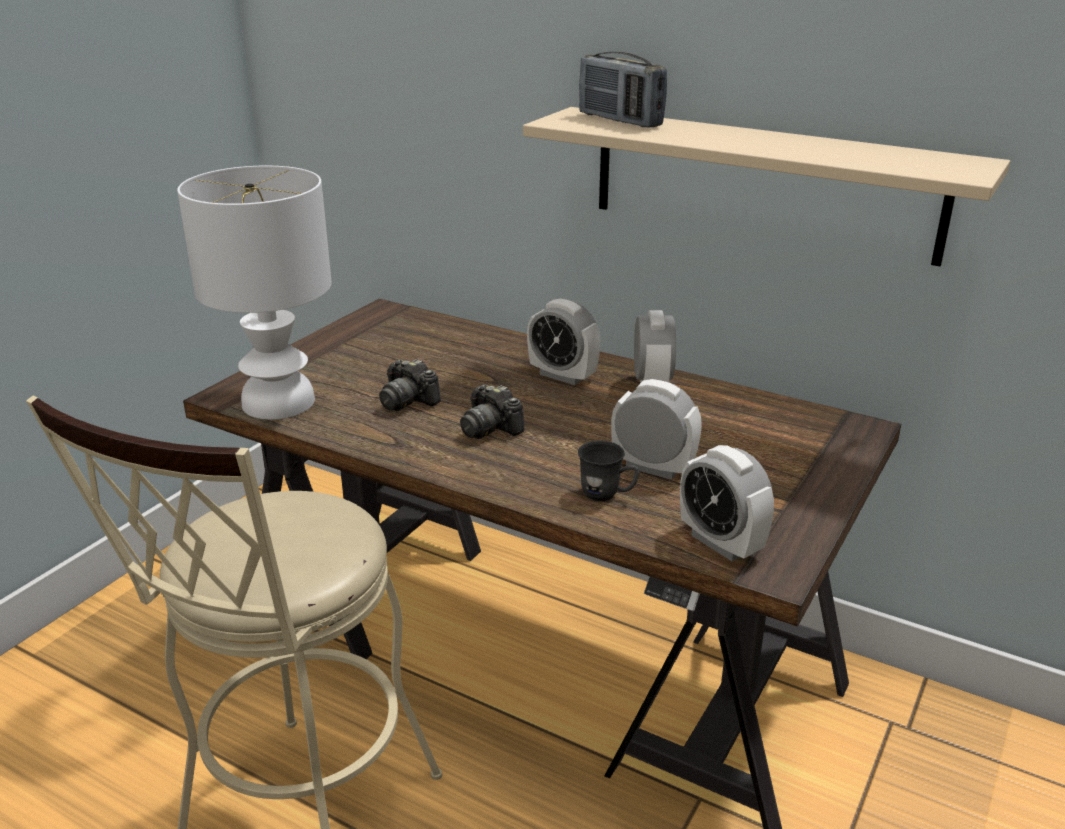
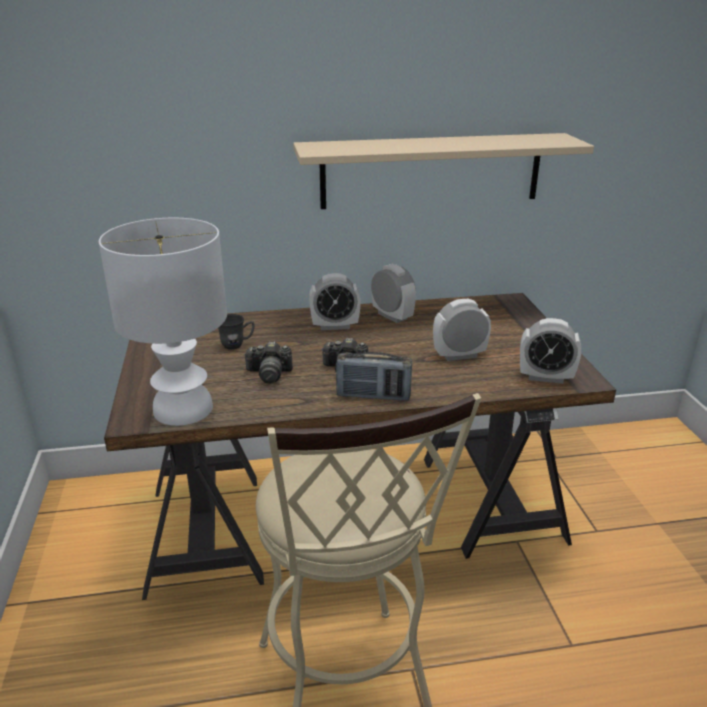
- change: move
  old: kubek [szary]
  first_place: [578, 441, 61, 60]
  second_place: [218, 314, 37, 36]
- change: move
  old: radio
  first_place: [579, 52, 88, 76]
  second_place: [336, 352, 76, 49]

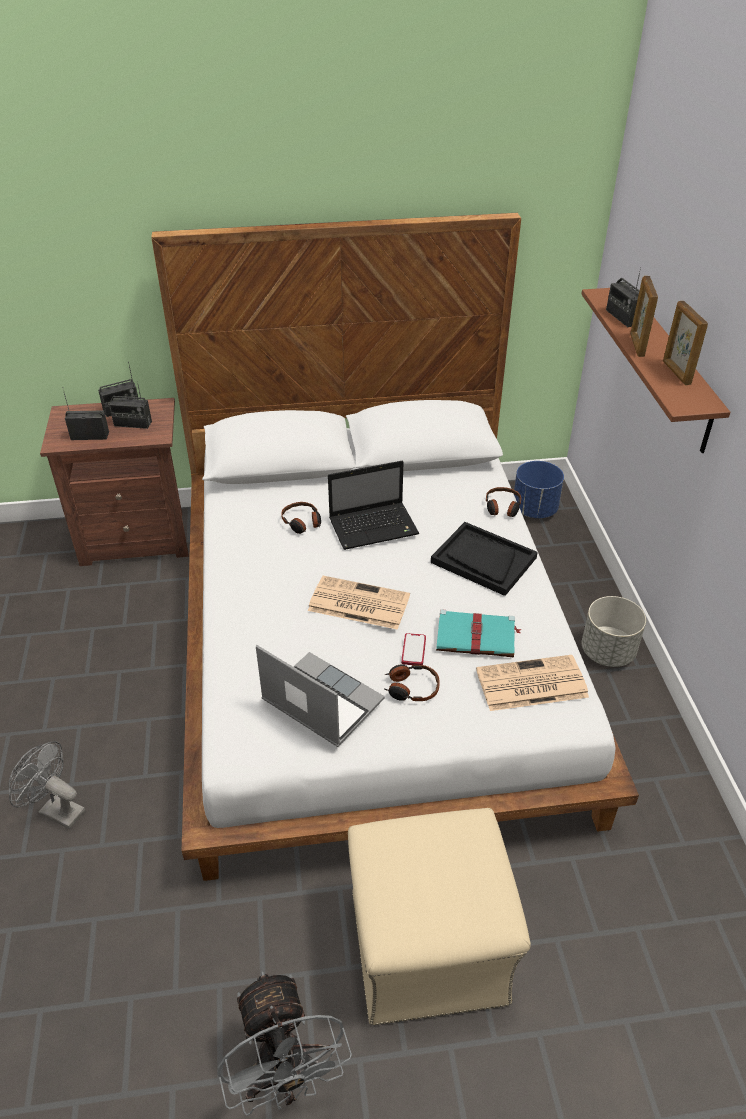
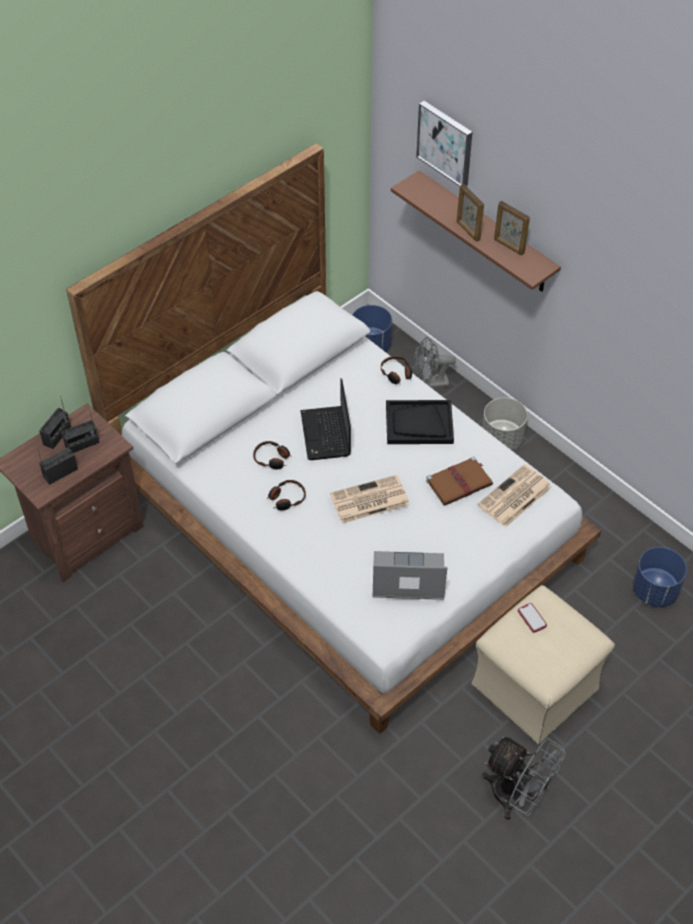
- change: move
  old: wentylator [szary]
  first_place: [8, 741, 77, 88]
  second_place: [414, 337, 42, 51]
- change: rotate
  old: laptop
  first_place: [328, 461, 91, 89]
  second_place: [300, 378, 51, 82]
  degrees: 135
- change: move
  old: słuchawki
  first_place: [385, 664, 55, 37]
  second_place: [267, 480, 39, 31]
- change: move
  old: telefon
  first_place: [401, 633, 25, 32]
  second_place: [518, 603, 29, 30]
- change: recolor
  old: książka [turkusowy]
  new: książka [brązowy]
  first_place: [436, 609, 85, 49]
  second_place: [426, 456, 67, 50]
- change: delete
  old: radio
  first_place: [606, 267, 35, 60]
- change: insert
  new: obraz
  second_place: [416, 101, 56, 85]
- change: insert
  new: donica [niebieski]
  second_place: [633, 547, 54, 60]

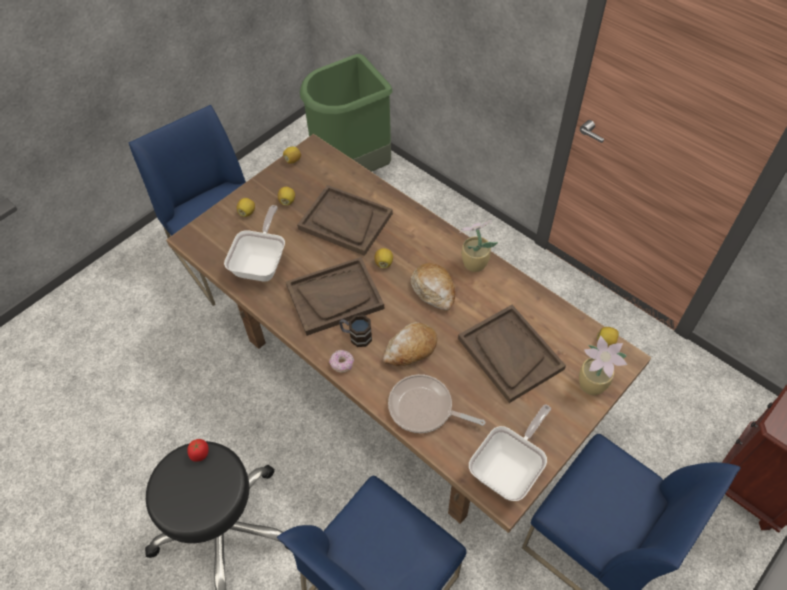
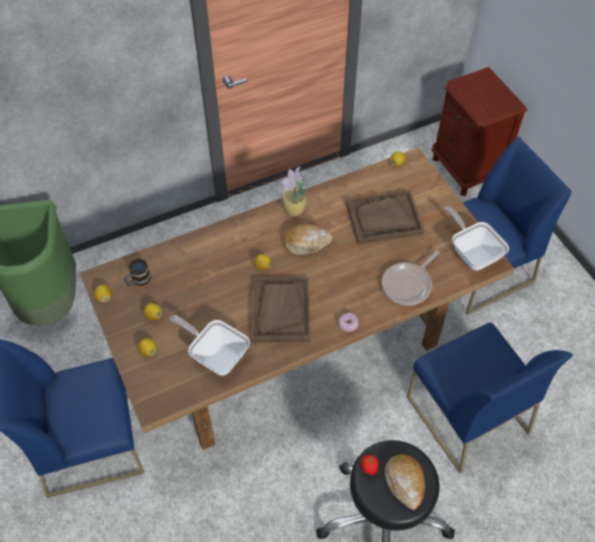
- change: delete
  old: taca [brązowy]
  first_place: [297, 185, 96, 71]
- change: move
  old: kubek
  first_place: [339, 315, 33, 32]
  second_place: [125, 258, 26, 29]
- change: move
  old: chleb
  first_place: [383, 322, 55, 44]
  second_place: [385, 454, 40, 56]
- change: delete
  old: roślina doniczkowa
  first_place: [579, 336, 49, 59]

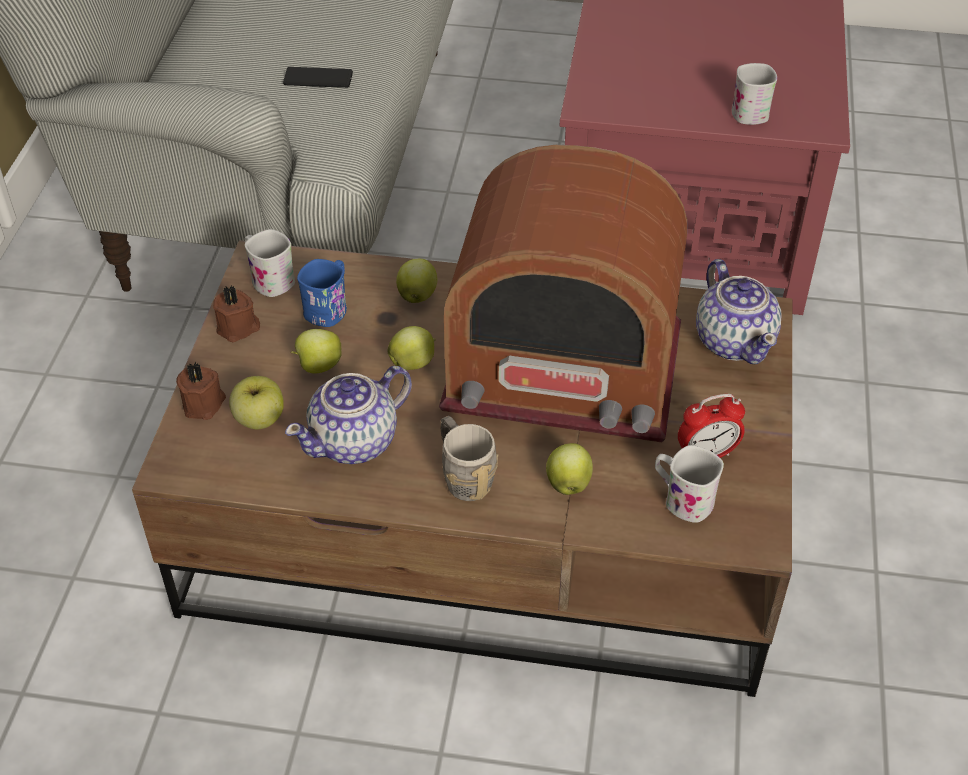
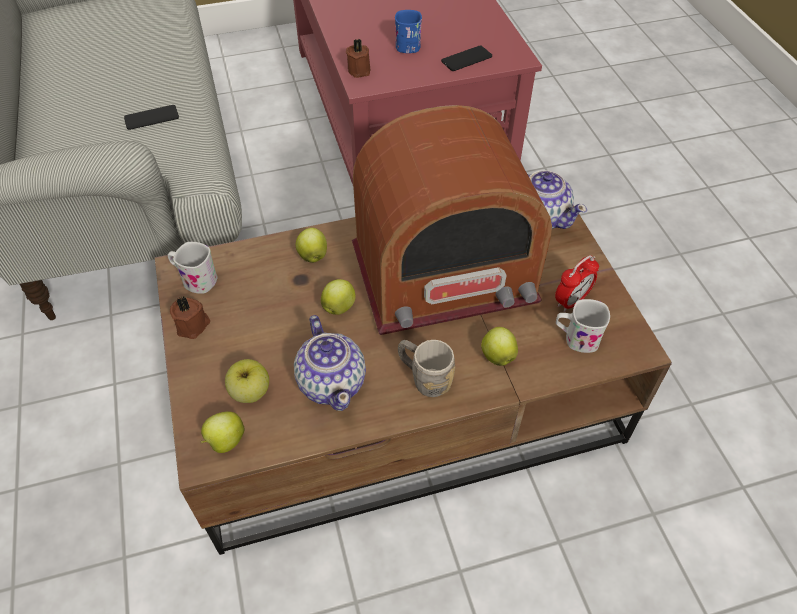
- change: move
  old: świeca [brązowy]
  first_place: [176, 362, 50, 58]
  second_place: [346, 39, 24, 39]
- change: rotate
  old: imbryk
  first_place: [285, 366, 127, 98]
  second_place: [294, 315, 72, 96]
  degrees: -45
- change: move
  old: jabłko
  first_place: [291, 329, 51, 44]
  second_place: [201, 411, 44, 42]
- change: move
  old: kubek [niebieski]
  first_place: [297, 259, 50, 68]
  second_place: [395, 10, 27, 43]
- change: replace
  old: kubek [biały]
  new: telefon
  first_place: [732, 63, 45, 62]
  second_place: [441, 45, 51, 26]

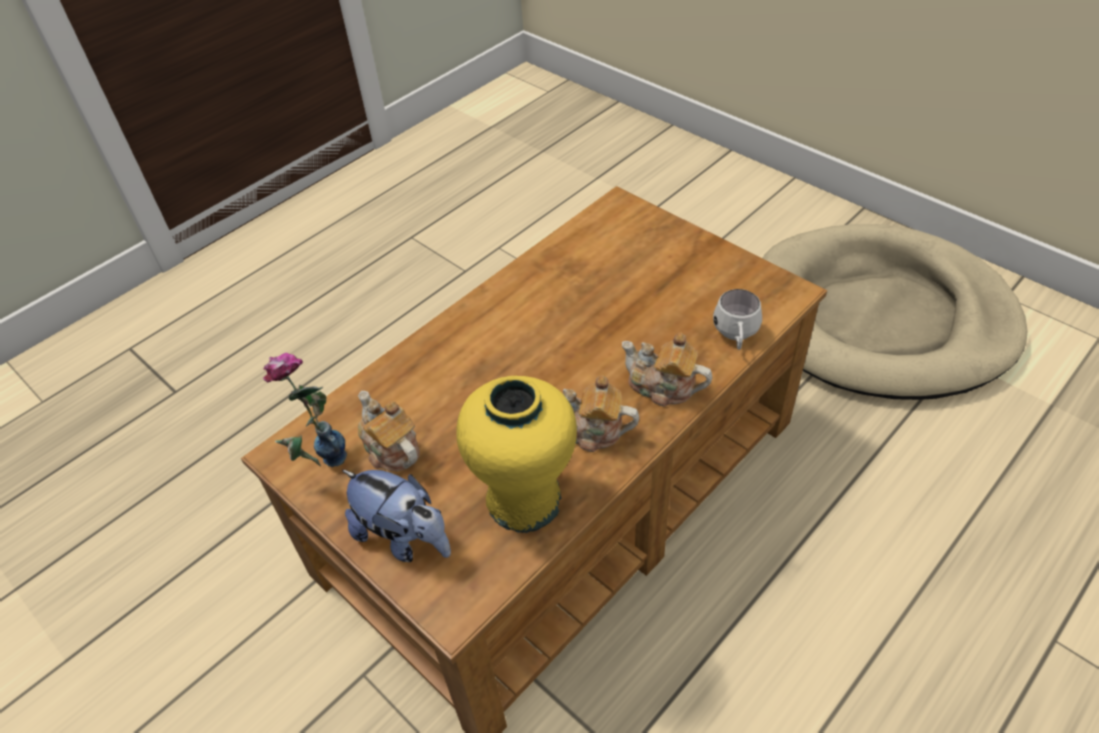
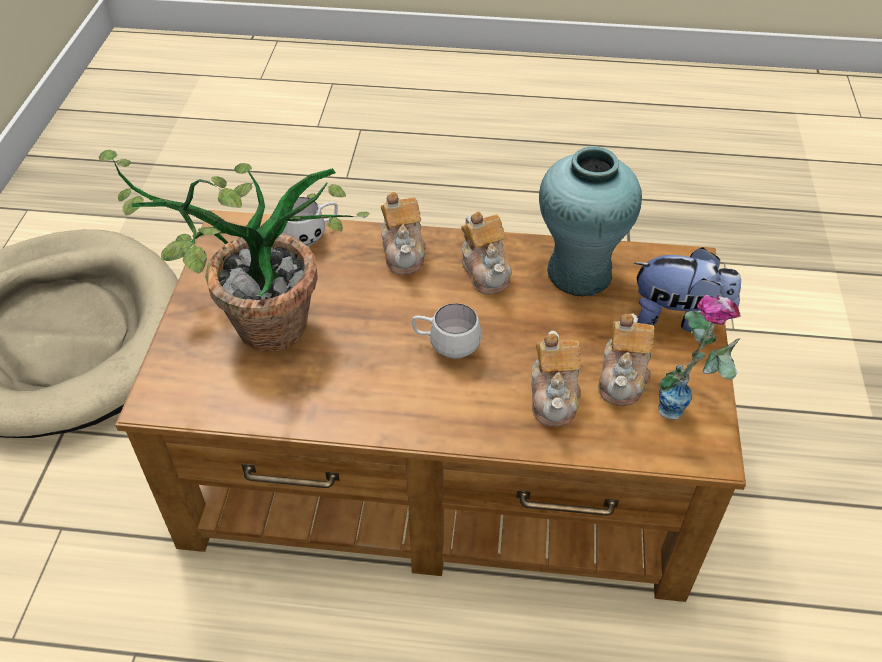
- change: rotate
  old: pluszak
  first_place: [342, 470, 109, 92]
  second_place: [634, 247, 107, 85]
  degrees: 105
- change: recolor
  old: wazon [żółty]
  new: wazon [turkusowy]
  first_place: [456, 376, 121, 157]
  second_place: [539, 146, 103, 151]
- change: insert
  new: roślina doniczkowa
  second_place: [99, 150, 271, 202]
- change: insert
  new: kubek [biały]
  second_place: [411, 303, 71, 56]
- change: insert
  new: imbryk
  second_place: [531, 331, 50, 96]

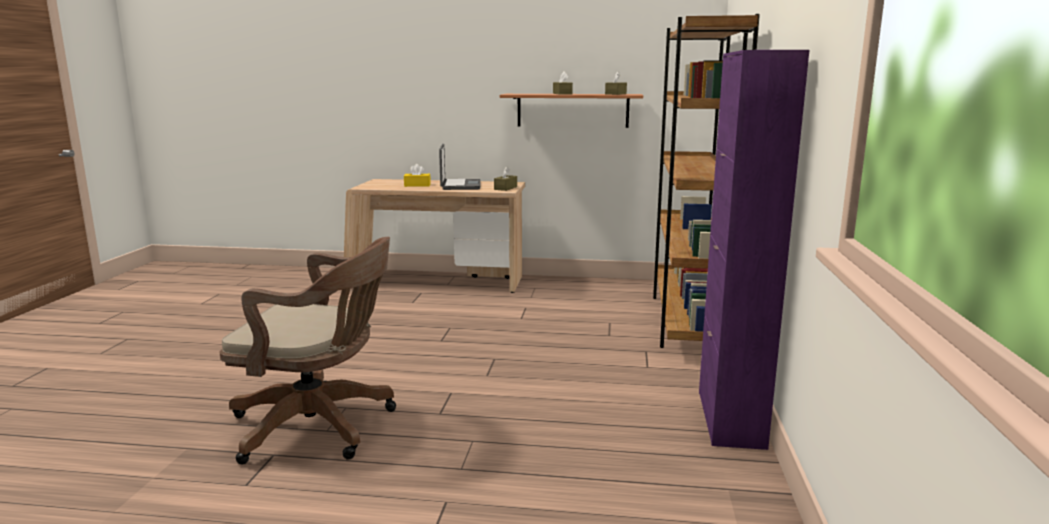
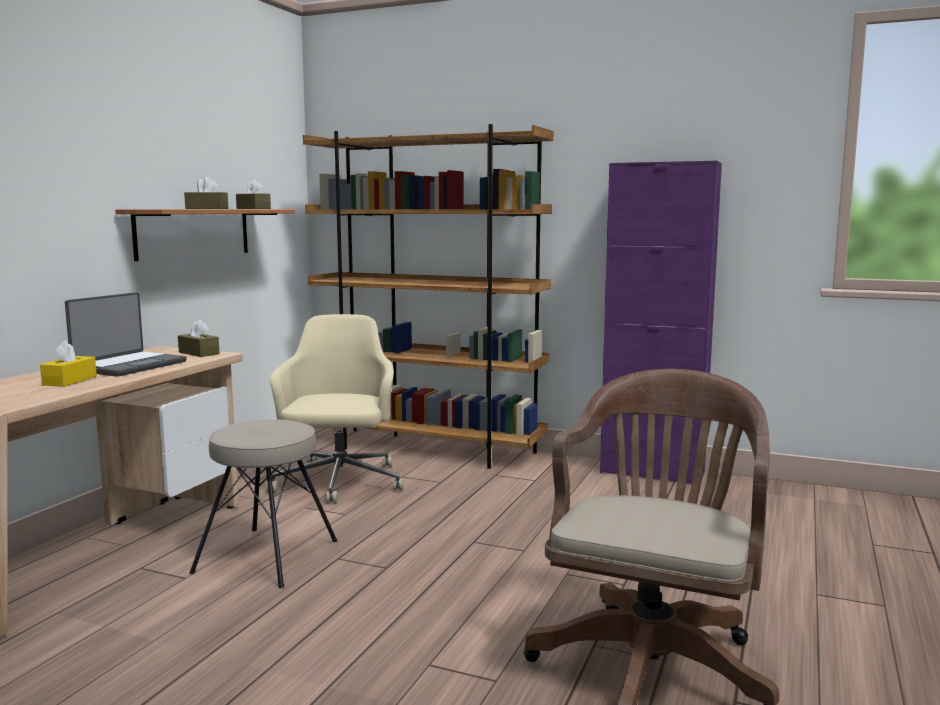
- change: rotate
  old: laptop
  first_place: [439, 144, 42, 46]
  second_place: [65, 292, 122, 85]
  degrees: 105
- change: insert
  new: stołek [beżowy]
  second_place: [190, 419, 147, 169]
- change: insert
  new: krzesło biurowe [beżowy]
  second_place: [266, 314, 137, 189]

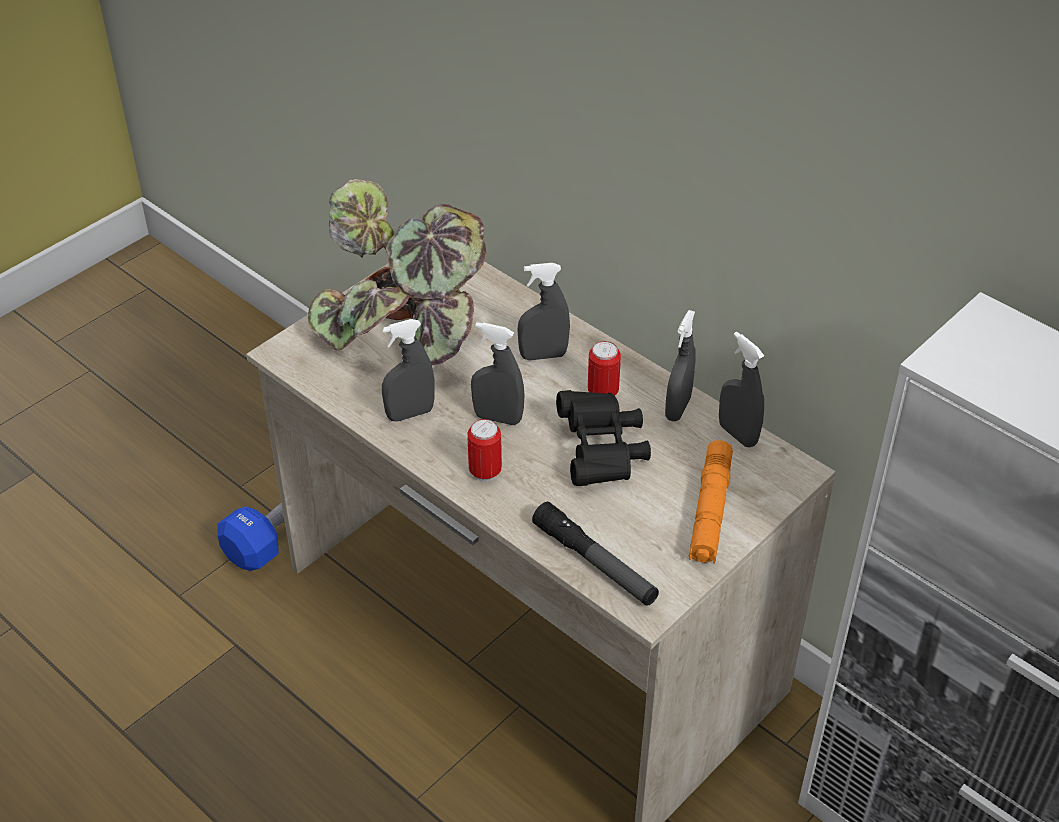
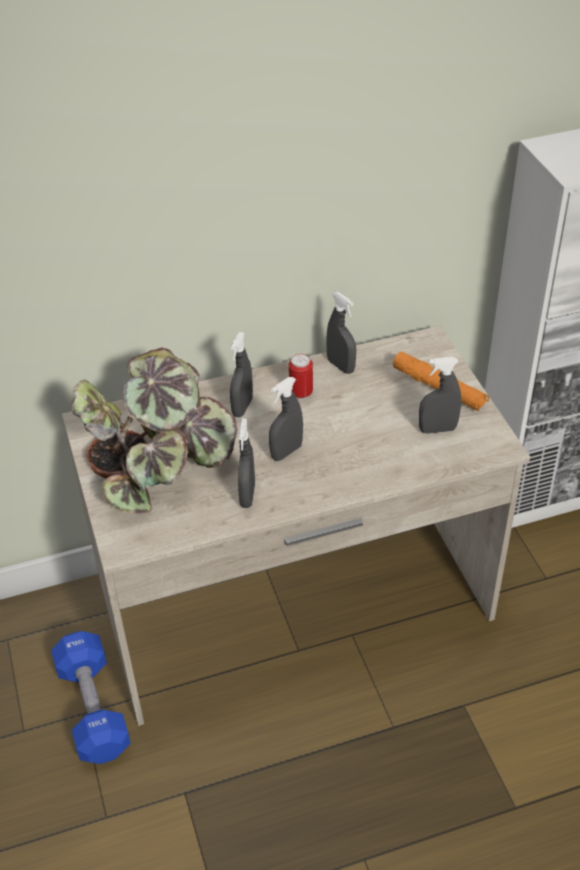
- change: delete
  old: puszka
  first_place: [468, 419, 34, 62]
- change: delete
  old: latarka
  first_place: [532, 502, 127, 104]
- change: delete
  old: lornetka [czarny]
  first_place: [556, 390, 95, 96]
- change: move
  old: spryskiwacz [szary]
  first_place: [719, 331, 45, 117]
  second_place: [419, 357, 42, 77]

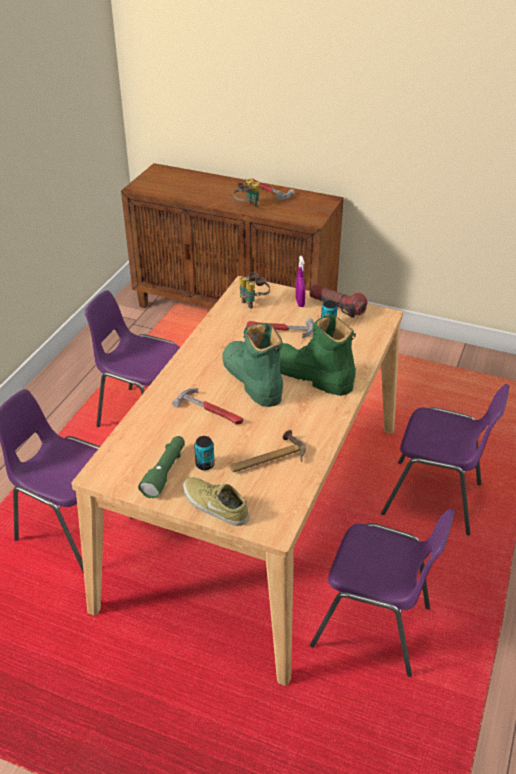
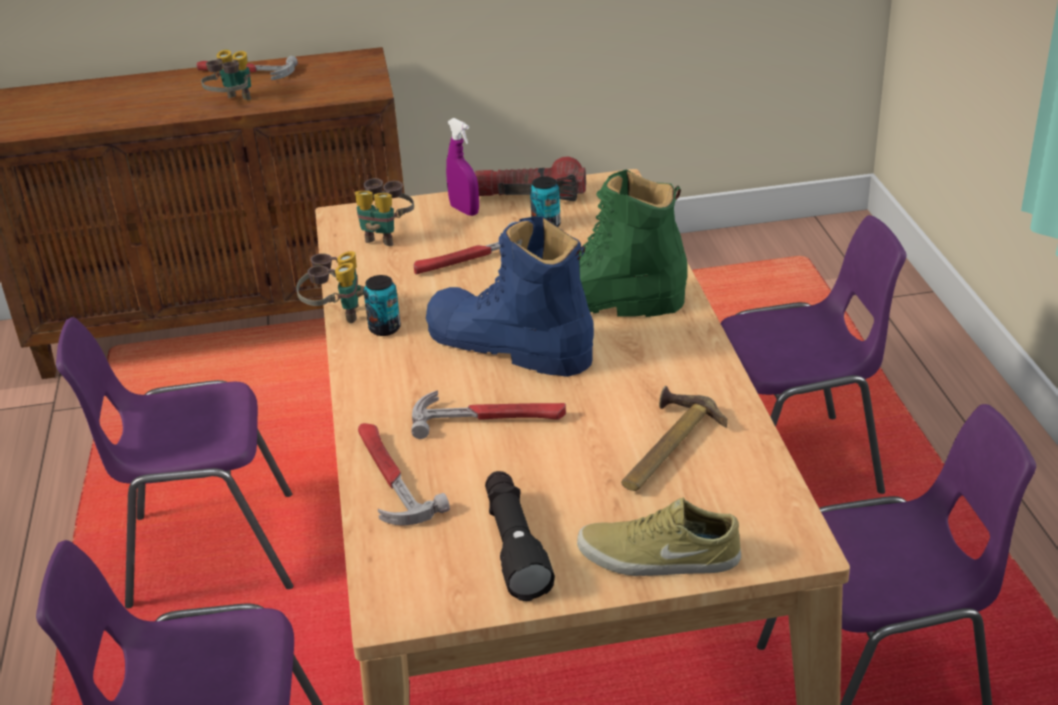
- change: recolor
  old: latarka [zielony]
  new: latarka [czarny]
  first_place: [138, 436, 47, 62]
  second_place: [485, 471, 70, 130]
- change: move
  old: puszka
  first_place: [194, 436, 21, 34]
  second_place: [363, 275, 38, 61]
- change: recolor
  old: but z cholewką [zielony]
  new: but z cholewką [niebieski]
  first_place: [222, 323, 61, 84]
  second_place: [426, 216, 168, 161]
- change: insert
  new: lornetka
  second_place: [296, 251, 68, 72]
- change: insert
  new: młotek
  second_place: [358, 423, 92, 102]

